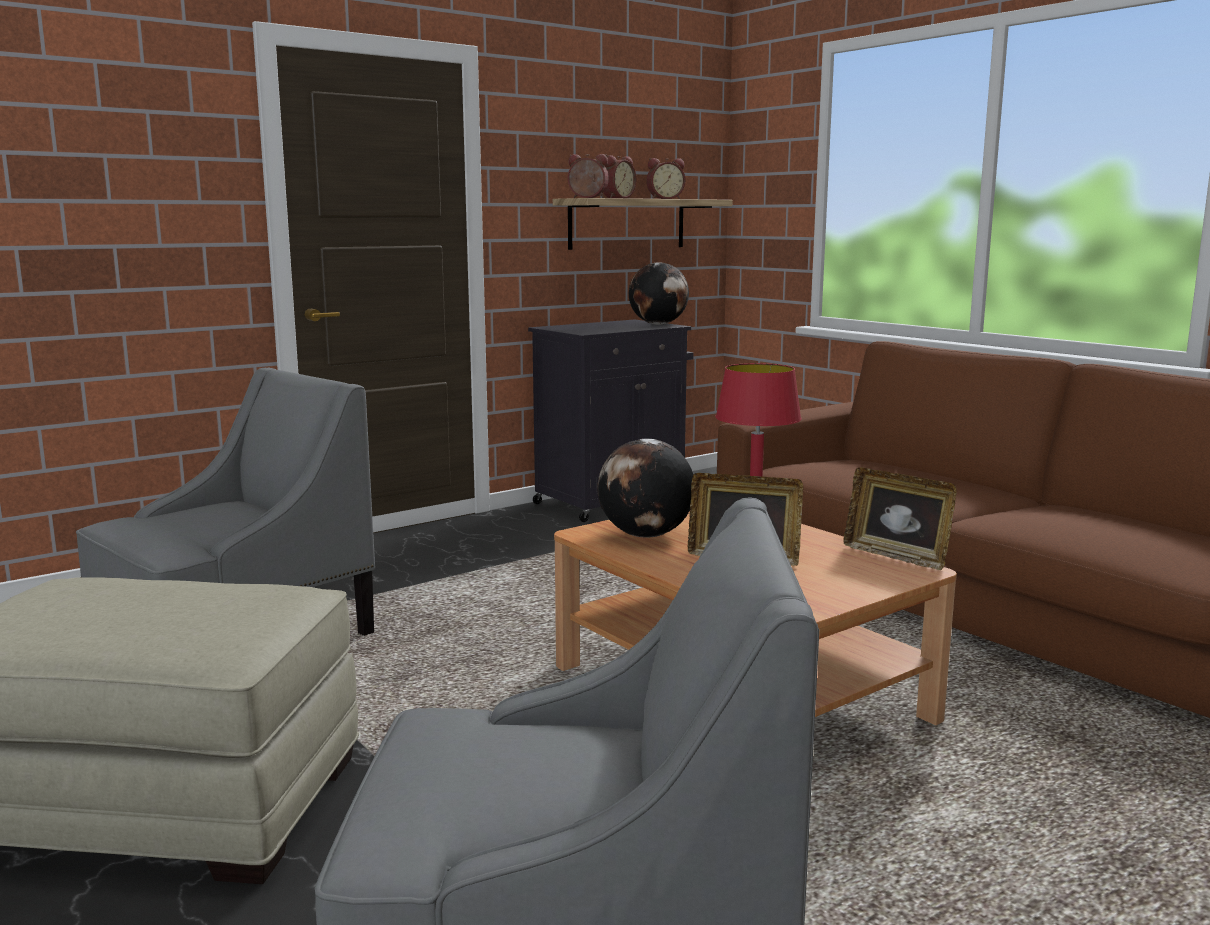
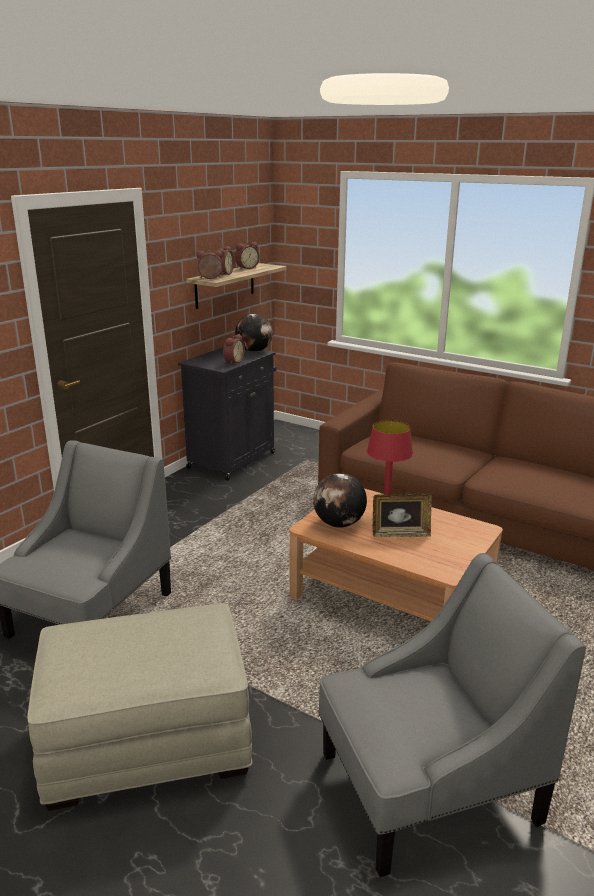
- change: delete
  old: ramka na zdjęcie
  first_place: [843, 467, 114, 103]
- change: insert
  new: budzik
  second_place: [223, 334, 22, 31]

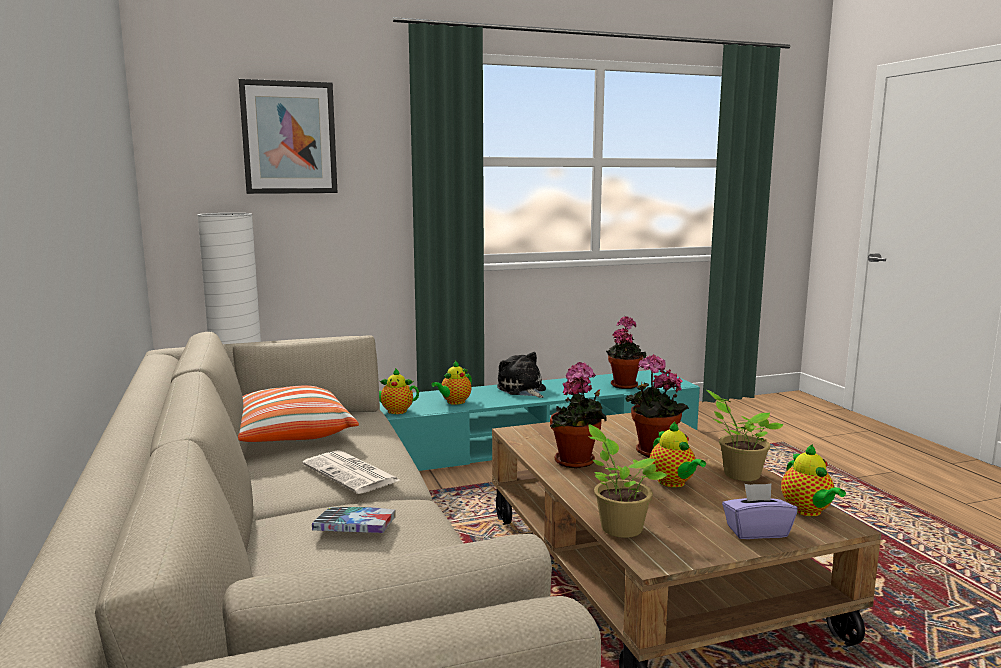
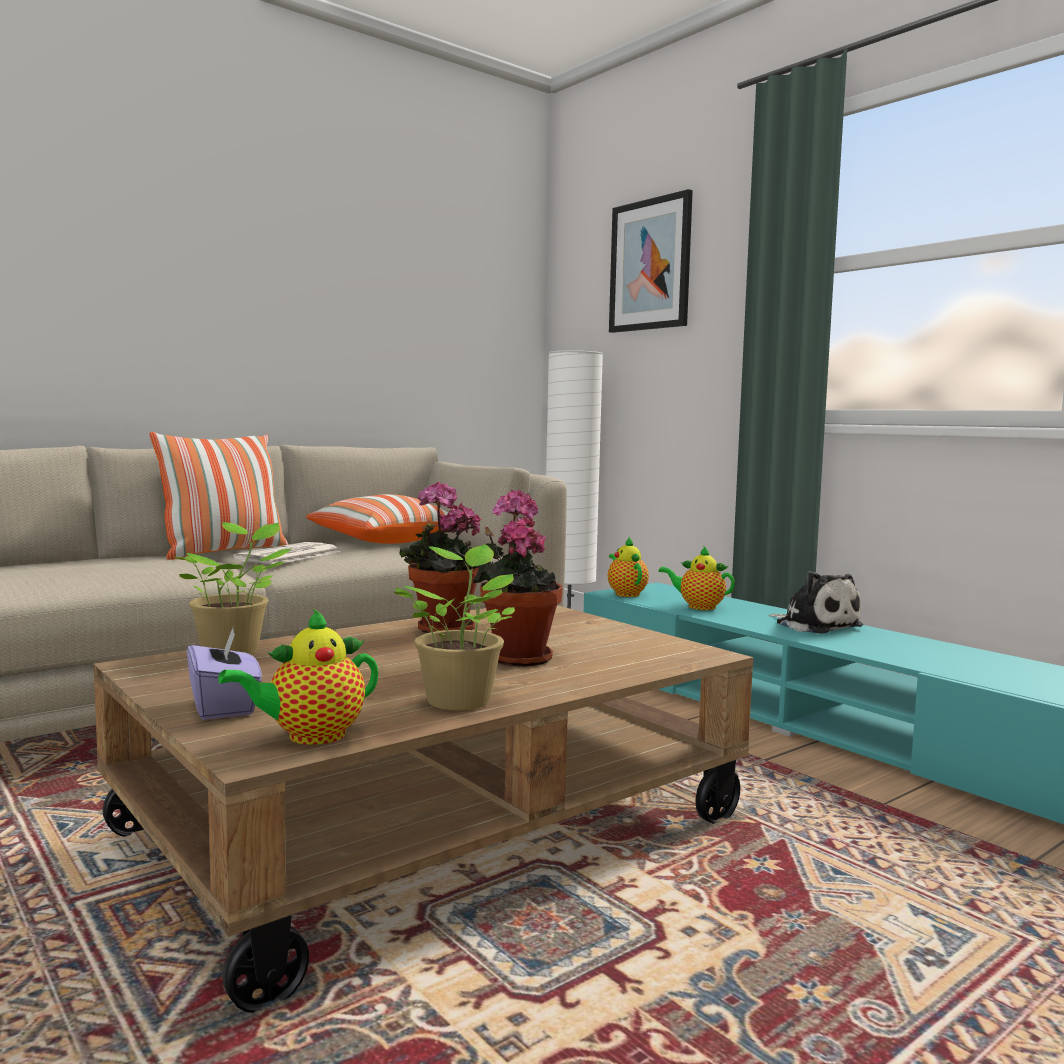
- change: delete
  old: książka
  first_place: [312, 507, 84, 26]
- change: rotate
  old: pluszak
  first_place: [497, 352, 49, 46]
  second_place: [769, 571, 94, 63]
  degrees: 105
- change: delete
  old: roślina doniczkowa
  first_place: [606, 316, 40, 73]
- change: delete
  old: imbryk
  first_place: [650, 422, 56, 66]
- change: insert
  new: poduszka
  second_place: [149, 432, 139, 128]

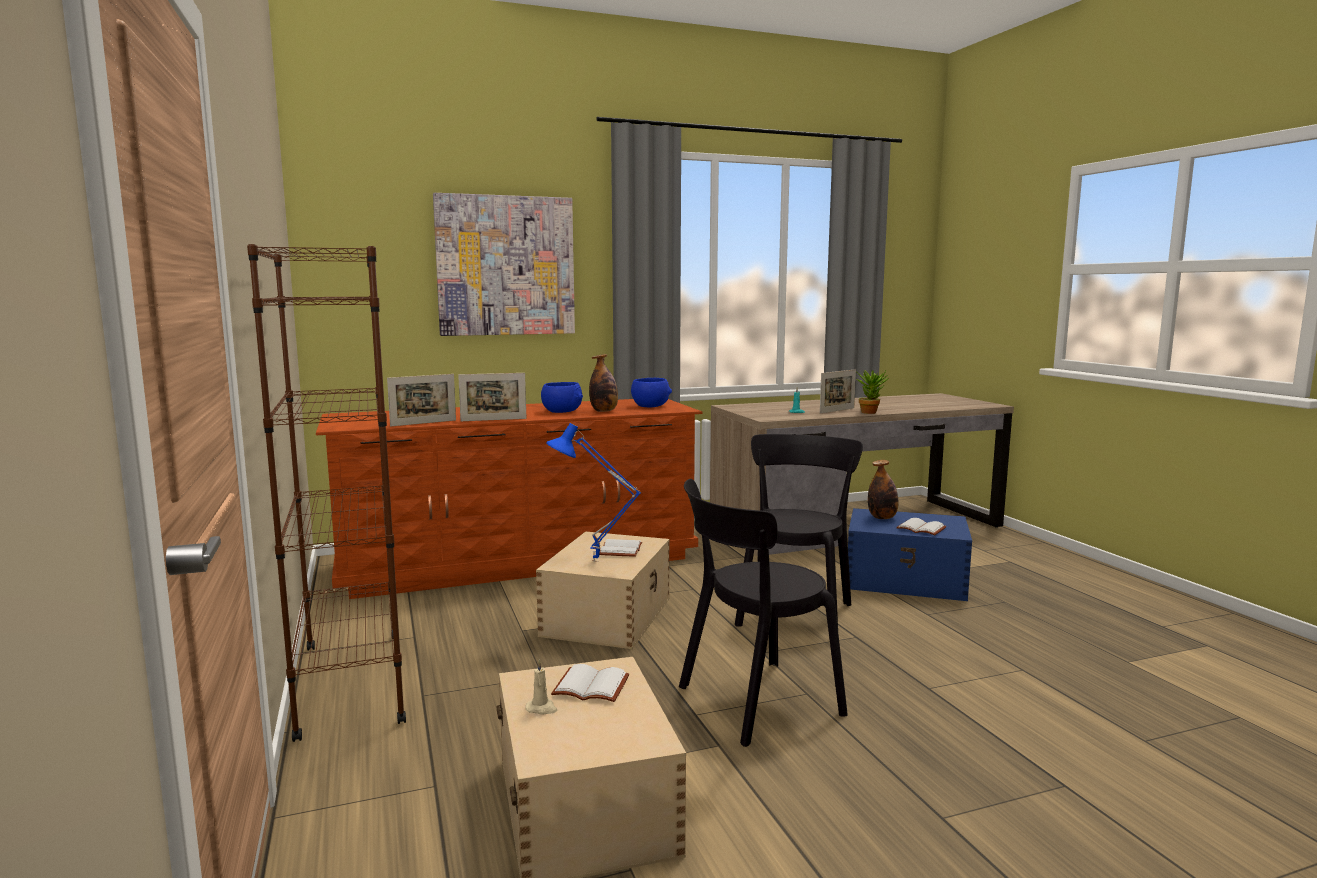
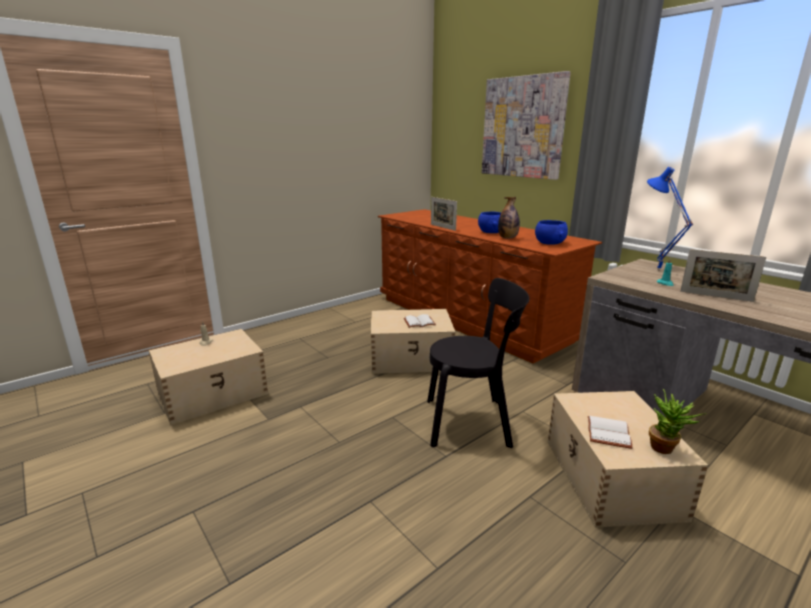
- change: delete
  old: regał [brązowy]
  first_place: [247, 244, 159, 498]
- change: delete
  old: ramka na zdjęcie
  first_place: [387, 374, 69, 52]
- change: move
  old: lampa stołowa [niebieski]
  first_place: [546, 423, 95, 139]
  second_place: [647, 167, 46, 104]
- change: delete
  old: książka [biały]
  first_place: [551, 664, 78, 38]
- change: delete
  old: krzesło [czarny]
  first_place: [679, 479, 169, 268]
- change: recolor
  old: pojemnik do przechowywania [niebieski]
  new: pojemnik do przechowywania [beżowy]
  first_place: [848, 508, 124, 93]
  second_place: [548, 391, 160, 136]
- change: move
  old: roślina doniczkowa
  first_place: [855, 370, 33, 44]
  second_place: [649, 389, 57, 65]
- change: delete
  old: butelka
  first_place: [868, 460, 30, 59]

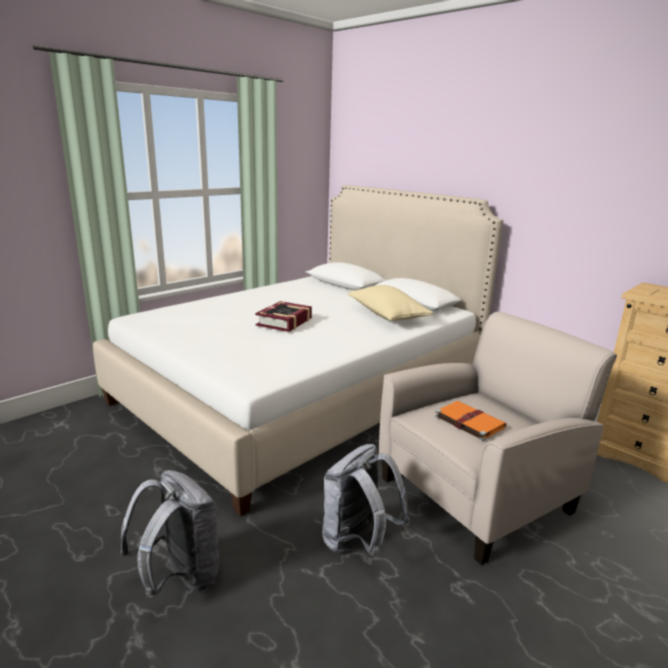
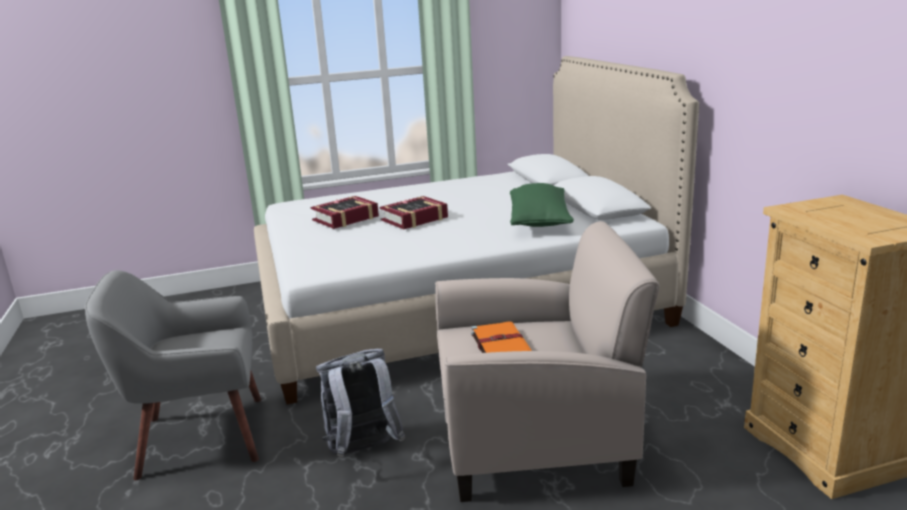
- change: replace
  old: plecak [szary]
  new: fotel [szary]
  first_place: [121, 470, 98, 128]
  second_place: [85, 270, 176, 210]
- change: recolor
  old: poduszka [beżowy]
  new: poduszka [zielony]
  first_place: [348, 285, 85, 36]
  second_place: [510, 183, 64, 44]
- change: insert
  new: książka
  second_place: [310, 196, 69, 33]

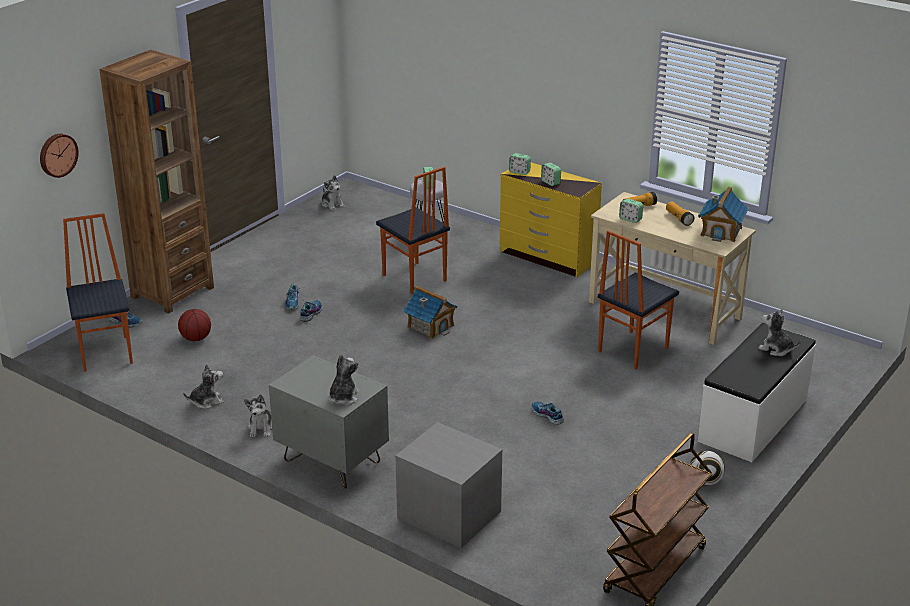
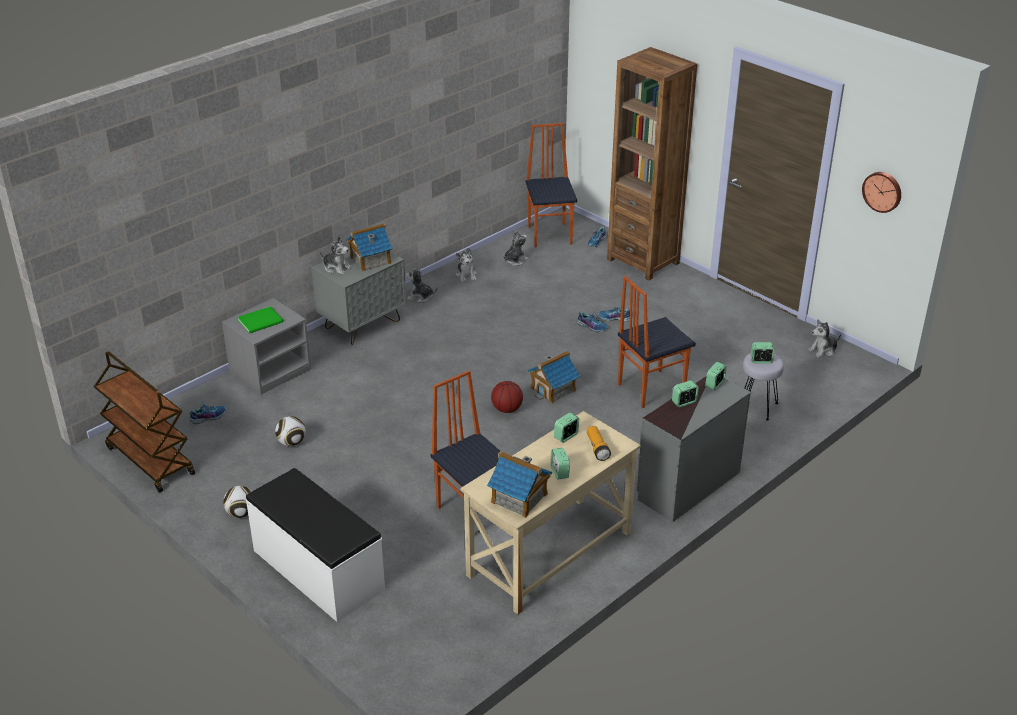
- change: move
  old: zegar ścienny
  first_place: [40, 134, 39, 44]
  second_place: [862, 172, 39, 41]
- change: rotate
  old: krzesło
  first_place: [63, 213, 70, 159]
  second_place: [526, 123, 51, 125]
  degrees: -90
- change: move
  old: piłka do koszykówki
  first_place: [178, 309, 33, 32]
  second_place: [491, 381, 32, 32]
- change: recolor
  old: komoda [żółty]
  new: komoda [szary]
  first_place: [500, 162, 102, 115]
  second_place: [637, 377, 114, 145]
- change: move
  old: but
  first_place: [532, 401, 32, 24]
  second_place: [189, 403, 37, 21]
- change: replace
  old: latarka
  new: budzik
  first_place: [666, 202, 28, 24]
  second_place: [551, 448, 19, 32]
- change: move
  old: pluszak
  first_place: [758, 309, 43, 47]
  second_place: [503, 231, 25, 35]
- change: insert
  new: książka [zielony]
  second_place: [237, 306, 46, 28]
- change: insert
  new: piłka futbolowa
  second_place: [275, 416, 31, 30]
- change: insert
  new: domek
  second_place: [346, 223, 46, 49]

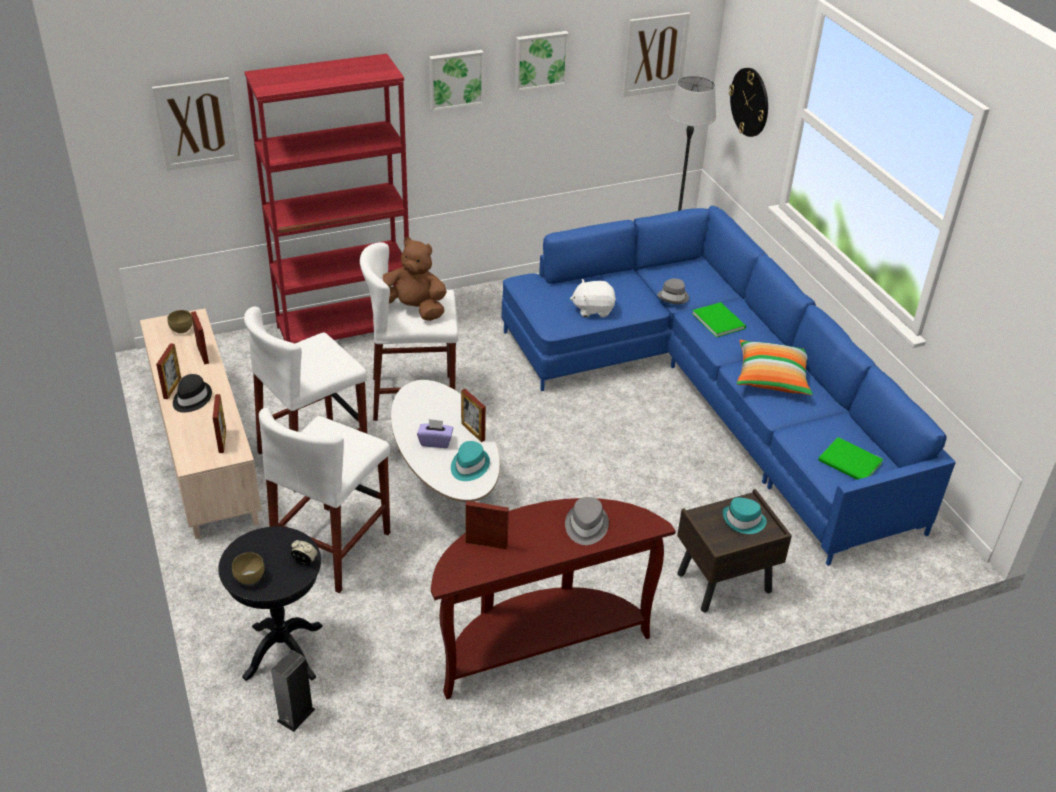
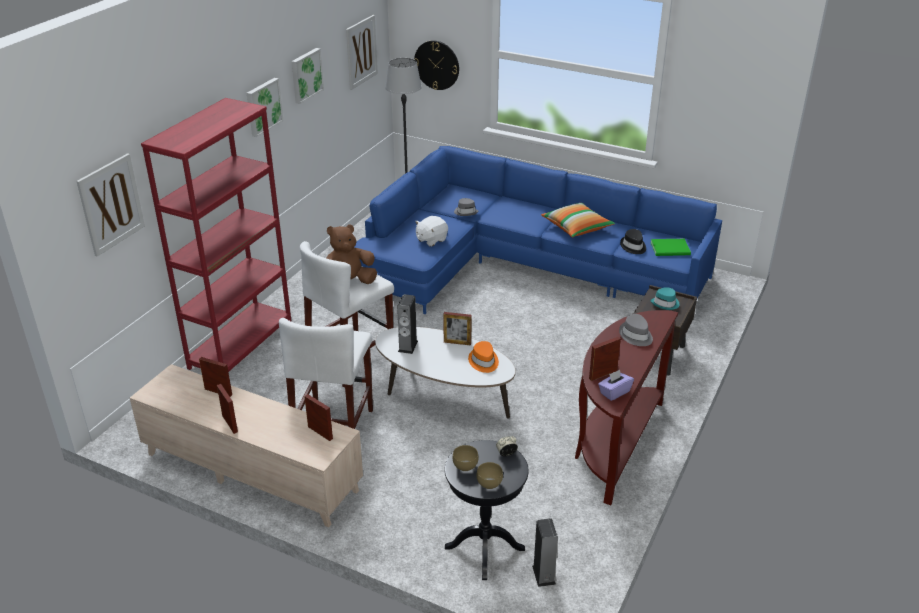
- change: move
  old: miska [brązowy]
  first_place: [167, 310, 26, 24]
  second_place: [453, 445, 25, 26]
- change: move
  old: kapelusz [czarny]
  first_place: [173, 374, 39, 38]
  second_place: [620, 229, 26, 25]
- change: delete
  old: stołek [biały]
  first_place: [259, 408, 131, 185]
- change: move
  old: pudełko chusteczek [fioletowy]
  first_place: [417, 419, 36, 29]
  second_place: [598, 370, 36, 31]
- change: recolor
  old: kapelusz [turkusowy]
  new: kapelusz [pomarańczowy]
  first_place: [451, 441, 39, 40]
  second_place: [468, 341, 31, 32]
- change: delete
  old: książka [zielony]
  first_place: [692, 302, 54, 35]
- change: insert
  new: głośnik
  second_place: [397, 294, 21, 60]

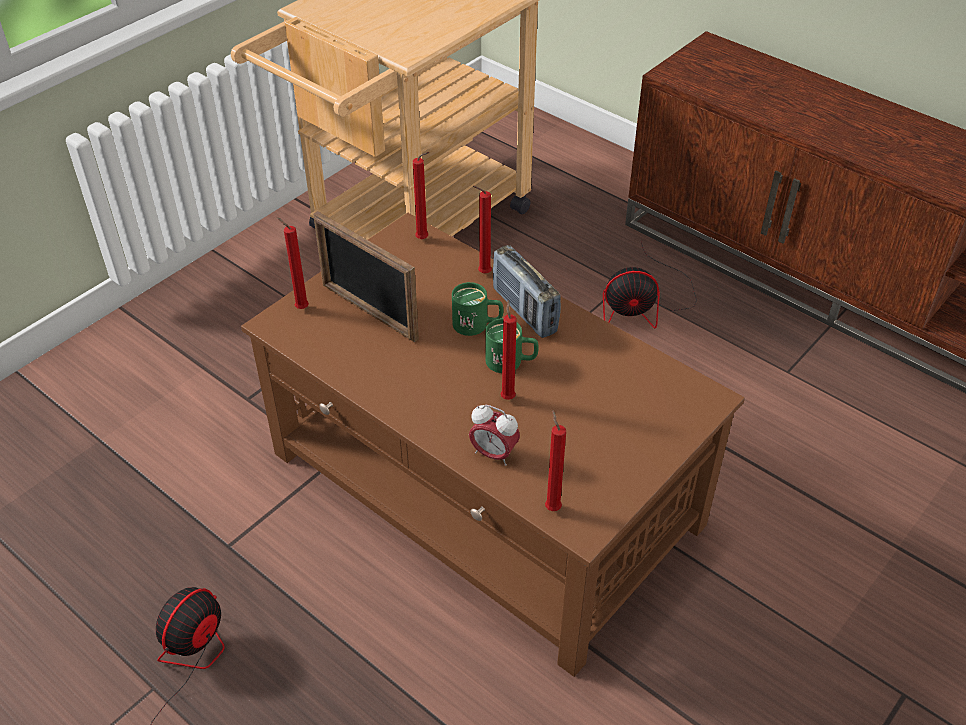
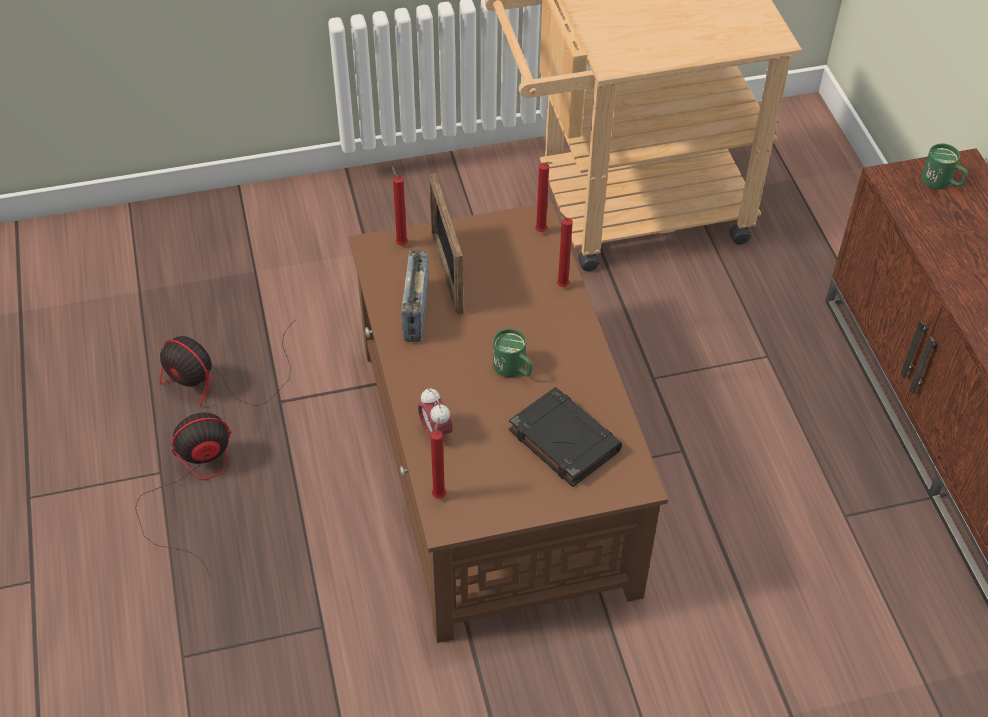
- change: move
  old: kubek [zielony]
  first_place: [452, 282, 51, 54]
  second_place: [921, 143, 47, 46]
- change: move
  old: radio
  first_place: [493, 245, 68, 93]
  second_place: [401, 250, 28, 92]
- change: delete
  old: świeca [czerwony]
  first_place: [501, 300, 16, 100]
- change: move
  old: wentylator
  first_place: [603, 241, 94, 87]
  second_place: [160, 320, 136, 87]
- change: insert
  new: książka [czarny]
  second_place: [509, 387, 113, 100]

